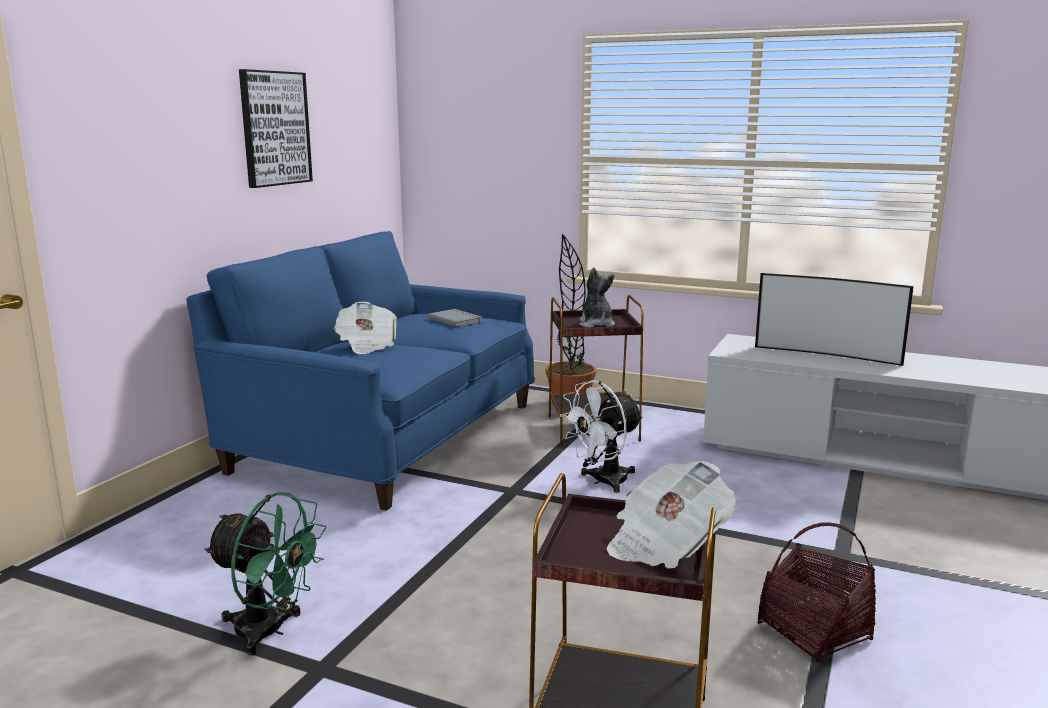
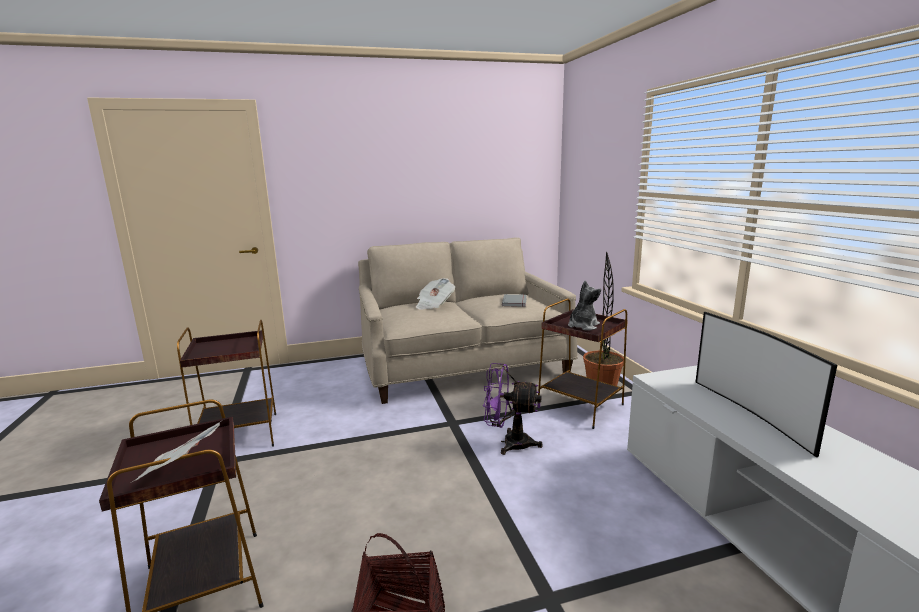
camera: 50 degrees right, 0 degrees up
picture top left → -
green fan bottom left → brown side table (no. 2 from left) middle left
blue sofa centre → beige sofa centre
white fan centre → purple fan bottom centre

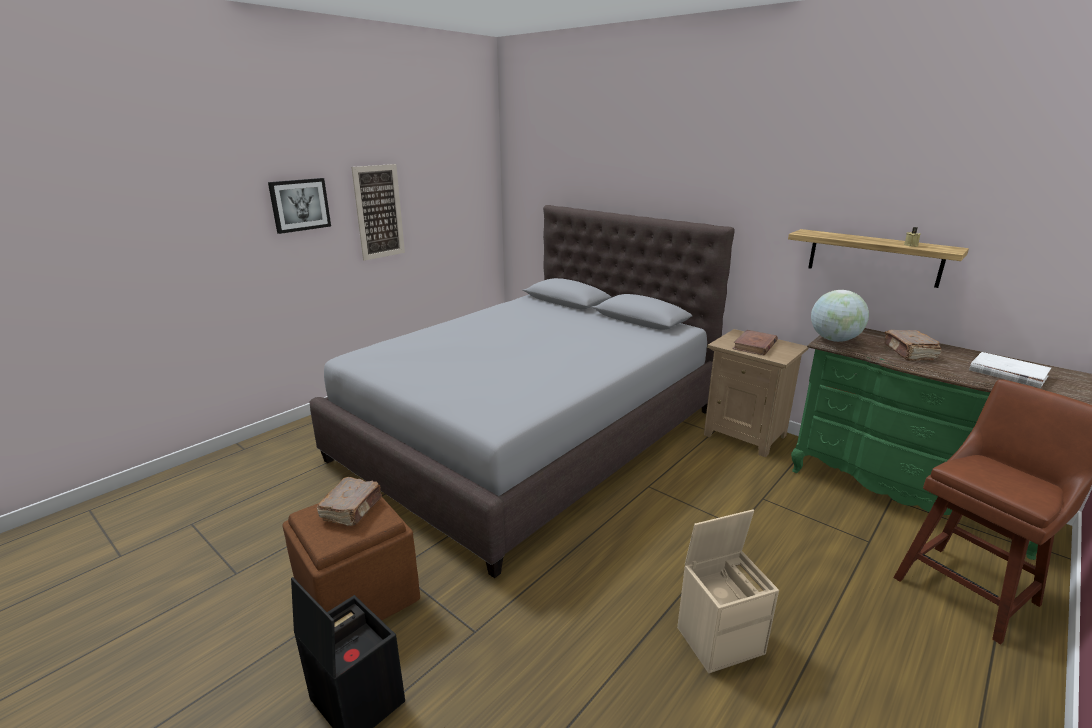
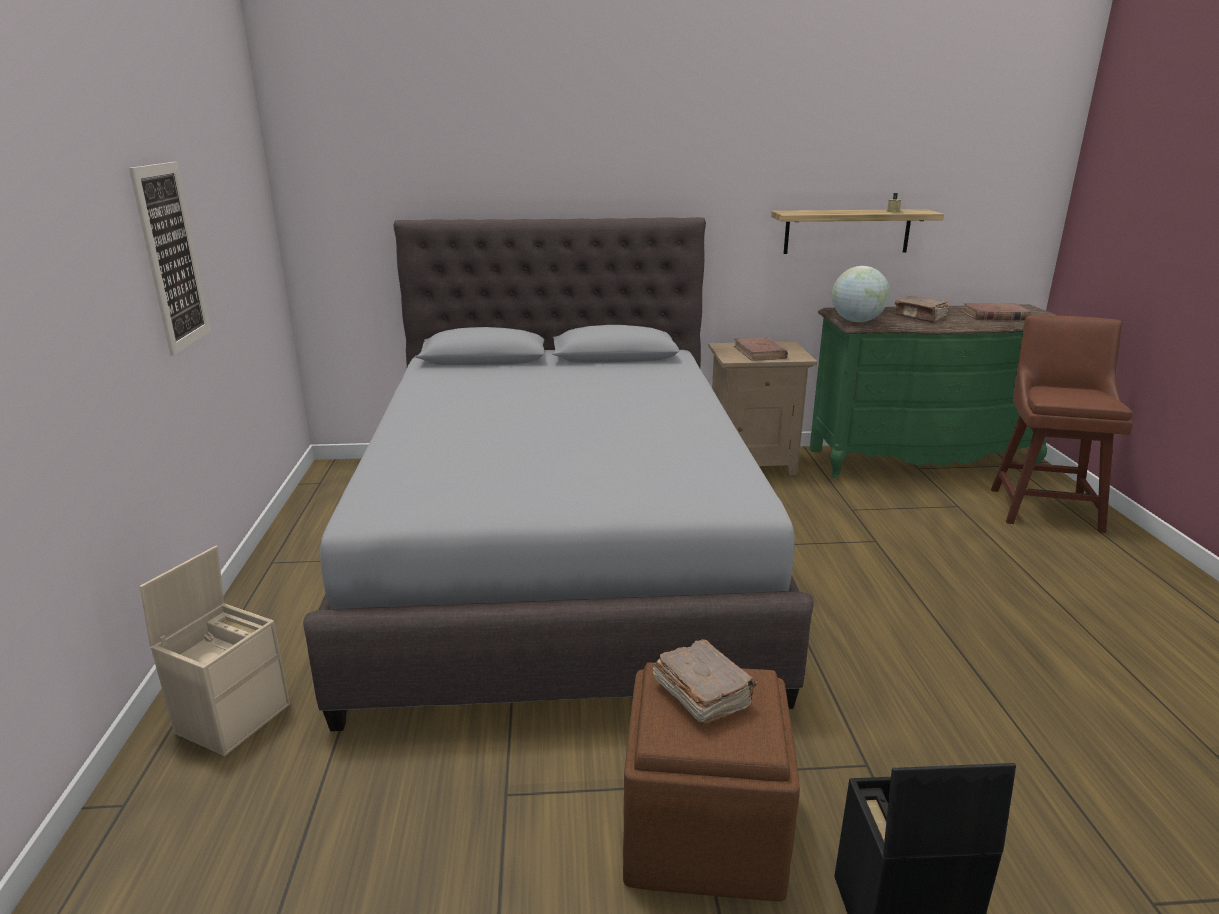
camera: 45 degrees left, 0 degrees up
picture (no. 1 from left) top left → -
beige storage box bottom right → beige storage box bottom left, shifted
white book middle right → brown book (no. 4 from left) middle right

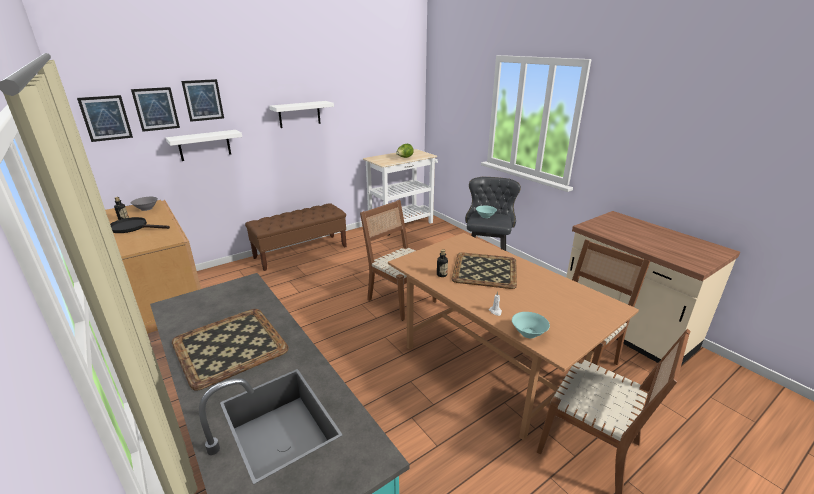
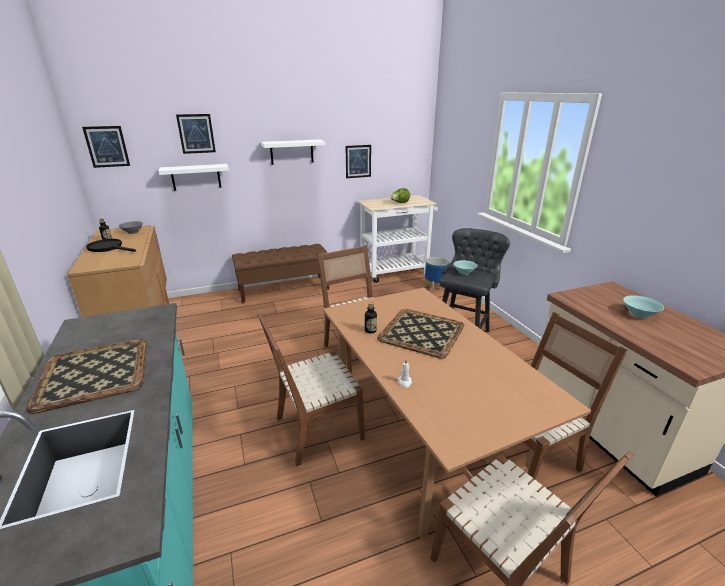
camera: 15 degrees right, 0 degrees up
- → chair (no. 1 from left) centre
- → planter centre
picture (no. 2 from left in the first image) top left → picture (no. 3 from left) top centre, shifted
turquoise bowl (no. 2 from left) centre → turquoise bowl (no. 2 from left) middle right, shifted

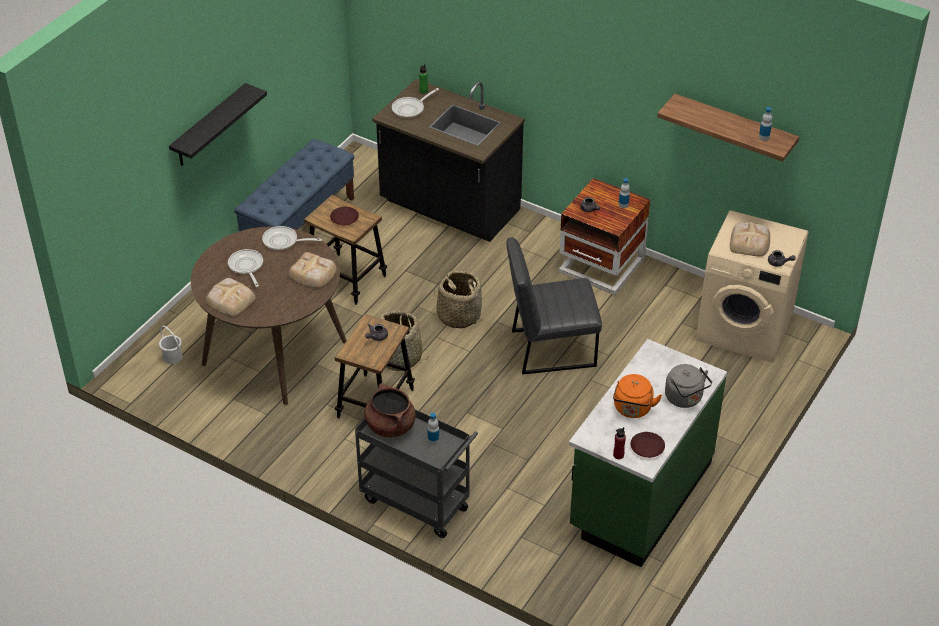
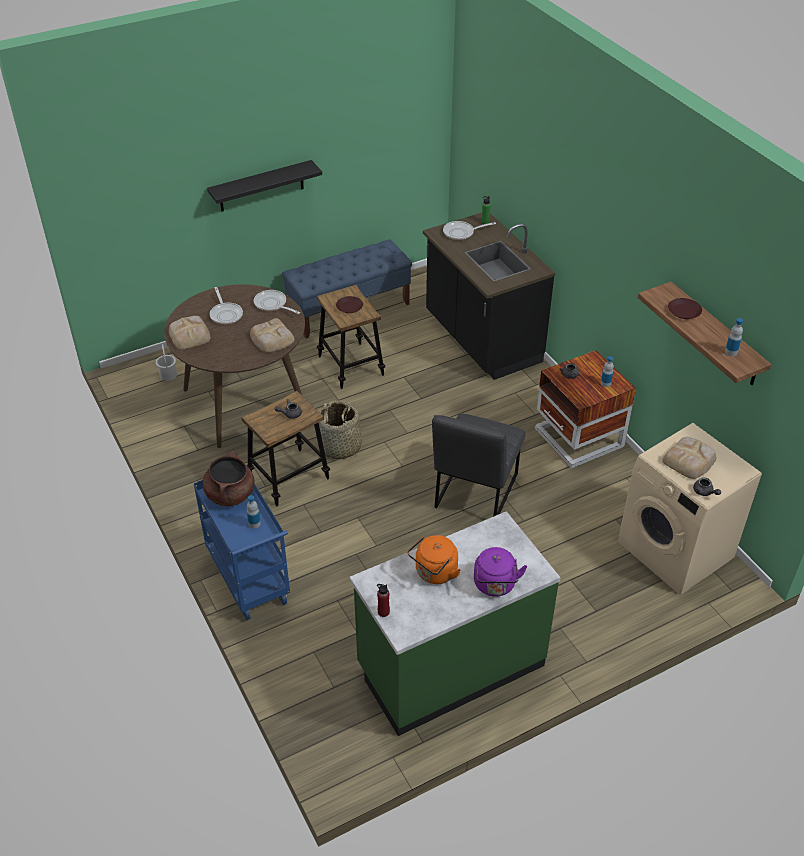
camera: 30 degrees right, 0 degrees up
basket (no. 2 from left) centre → -
brown plate (no. 2 from left) bottom right → brown plate (no. 2 from left) middle right, shifted
grey cart bottom centre → blue cart middle left
grey kettle middle right → purple kettle bottom centre
frying pan (no. 1 from left) middle left, 150 degrees clockwise
grey chair centre, 90 degrees counterclockwise

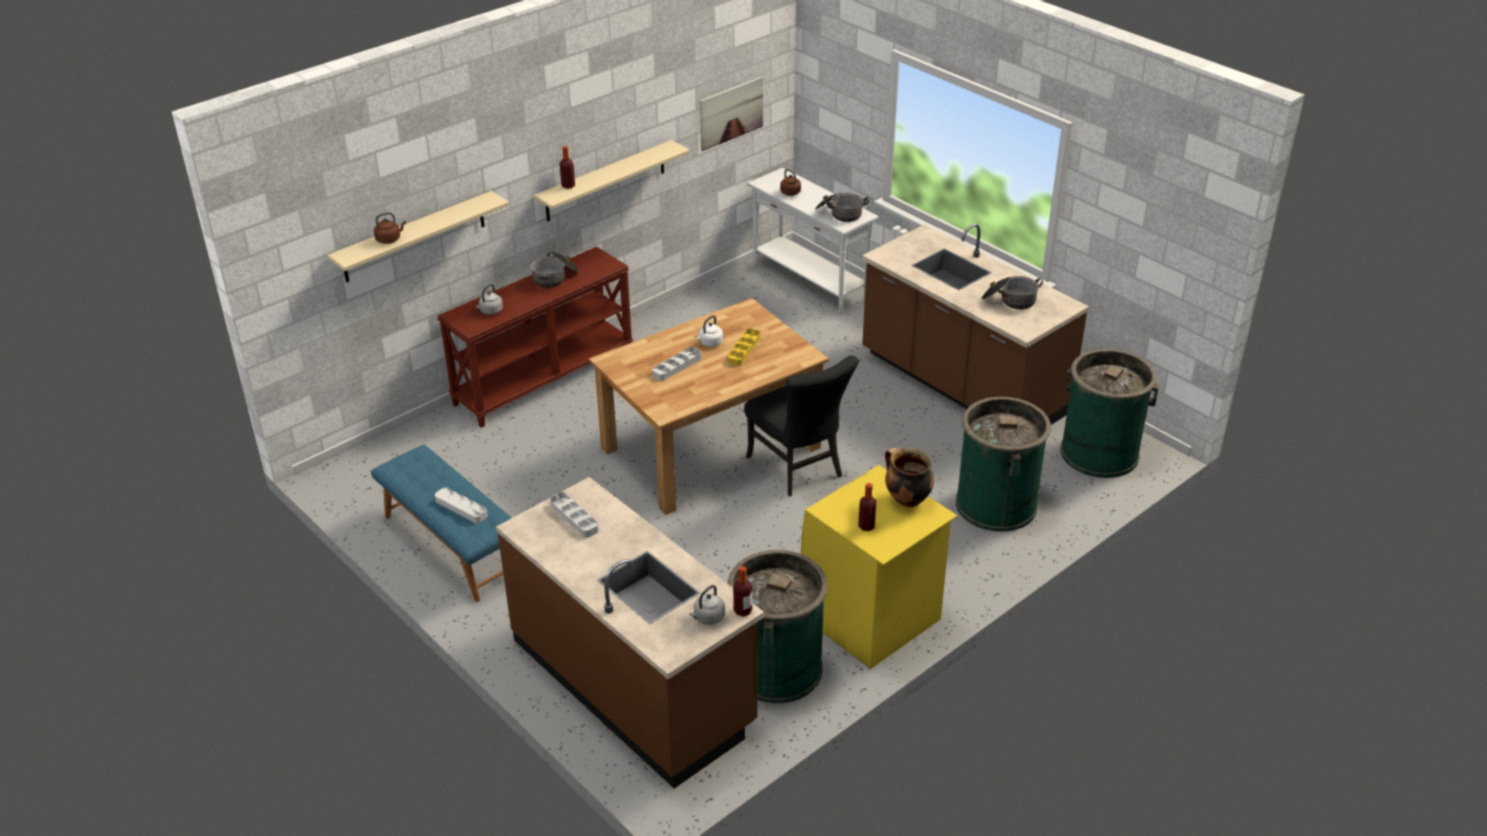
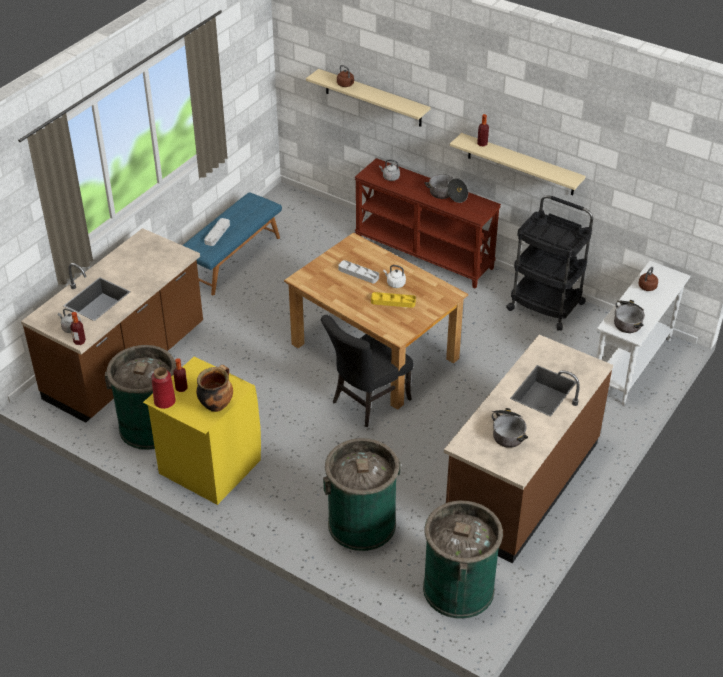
camera: 75 degrees right, 5 degrees up
grey tray (no. 2 from left) centre → -
picture top centre → -
- → red vase middle left
- → black cart middle right

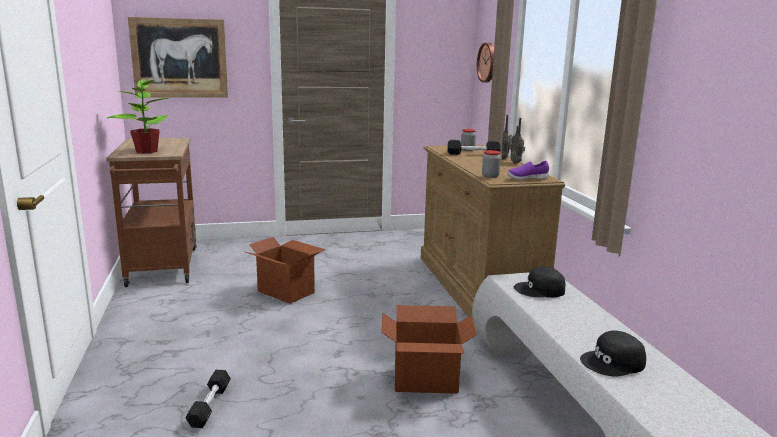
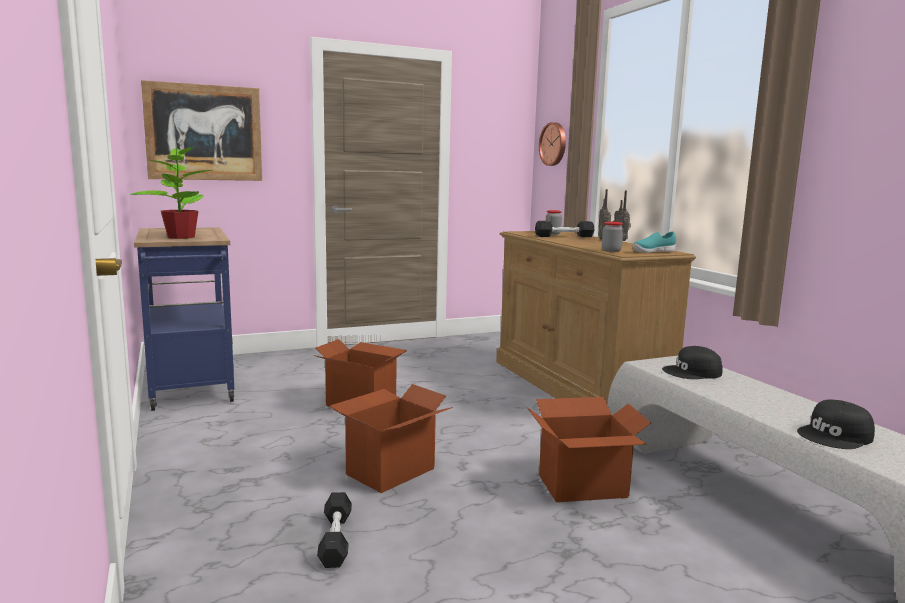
camera: 10 degrees left, 5 degrees down
- → cardboard box (no. 2 from left) bottom centre
brown cart middle left → blue cart middle left
purple shoe middle right → turquoise shoe middle right

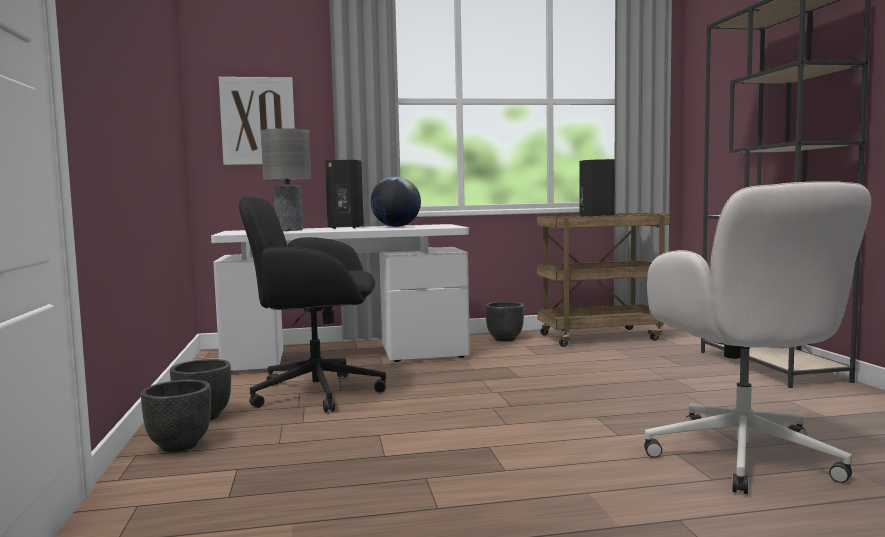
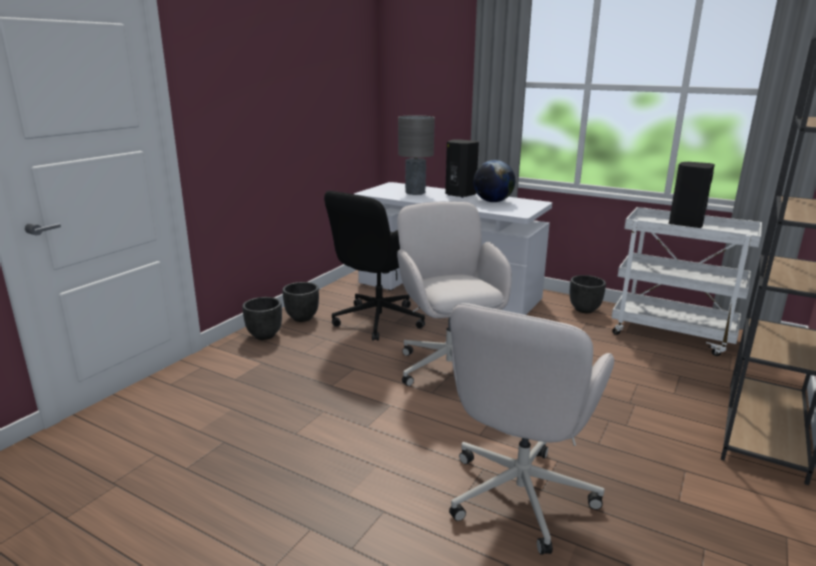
camera: 40 degrees right, 15 degrees up
picture top left → -
- → white office chair (no. 1 from left) centre
brown cart middle right → white cart middle right
black office chair centre, 90 degrees counterclockwise

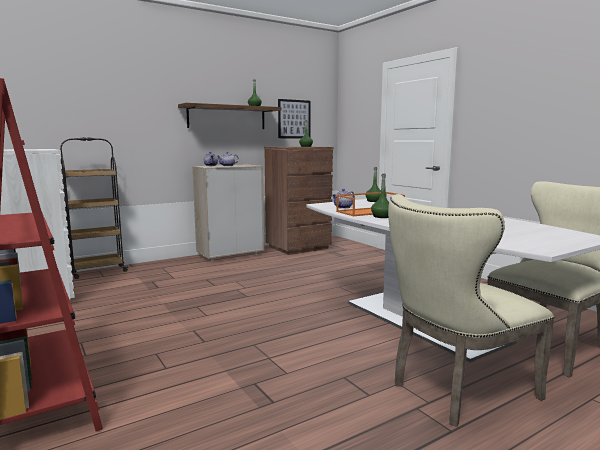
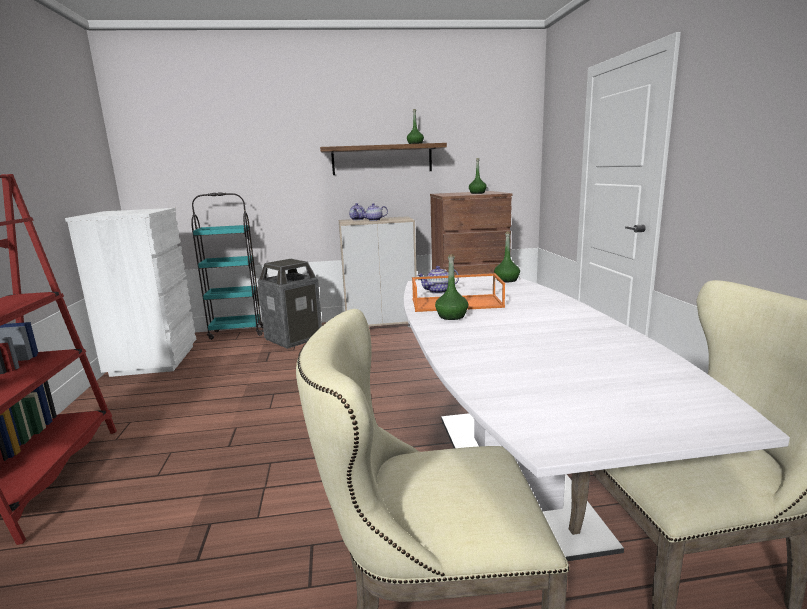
camera: 25 degrees right, 5 degrees up
picture top centre → -
- → trash can centre
brown cart middle left → turquoise cart middle left

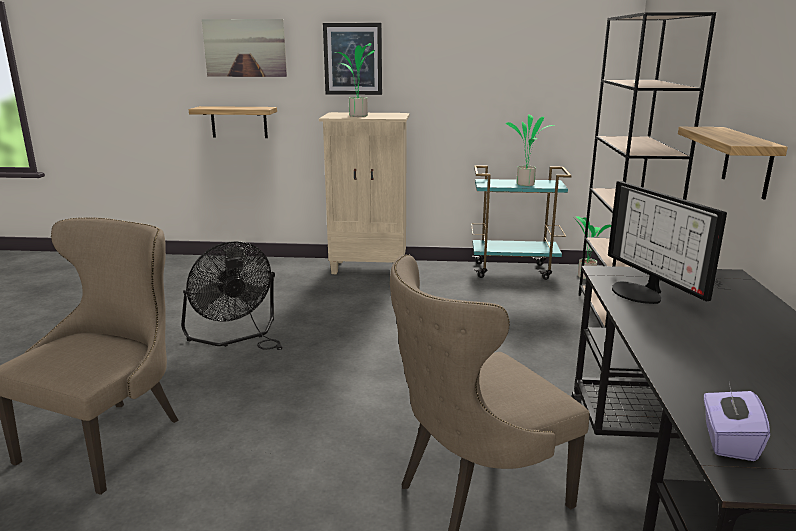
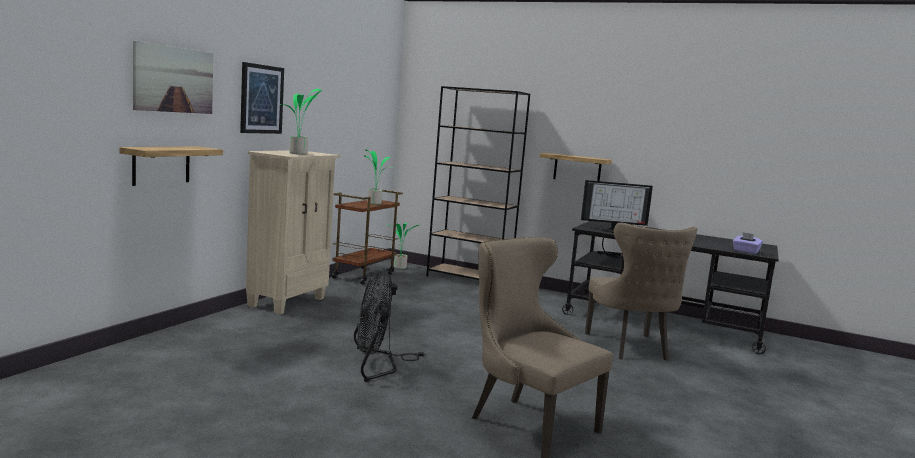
camera: 70 degrees left, 10 degrees down
turquoise cart centre → brown cart centre

